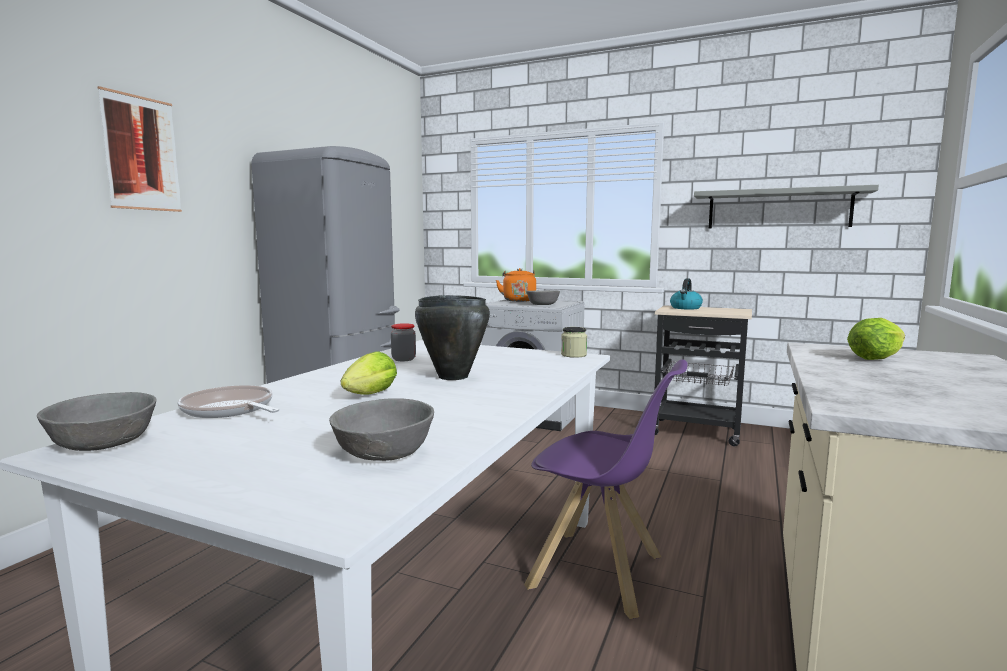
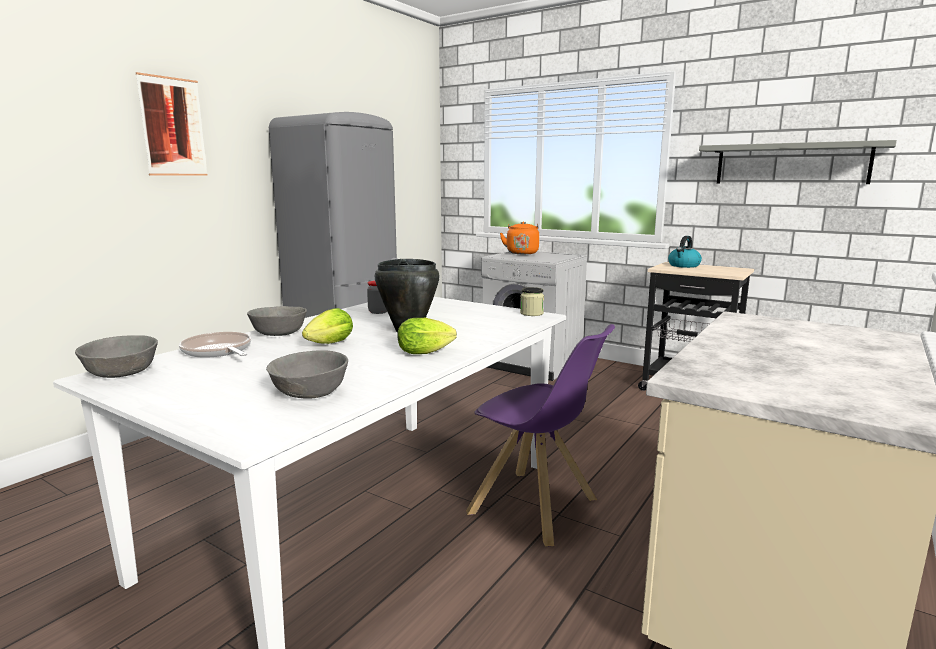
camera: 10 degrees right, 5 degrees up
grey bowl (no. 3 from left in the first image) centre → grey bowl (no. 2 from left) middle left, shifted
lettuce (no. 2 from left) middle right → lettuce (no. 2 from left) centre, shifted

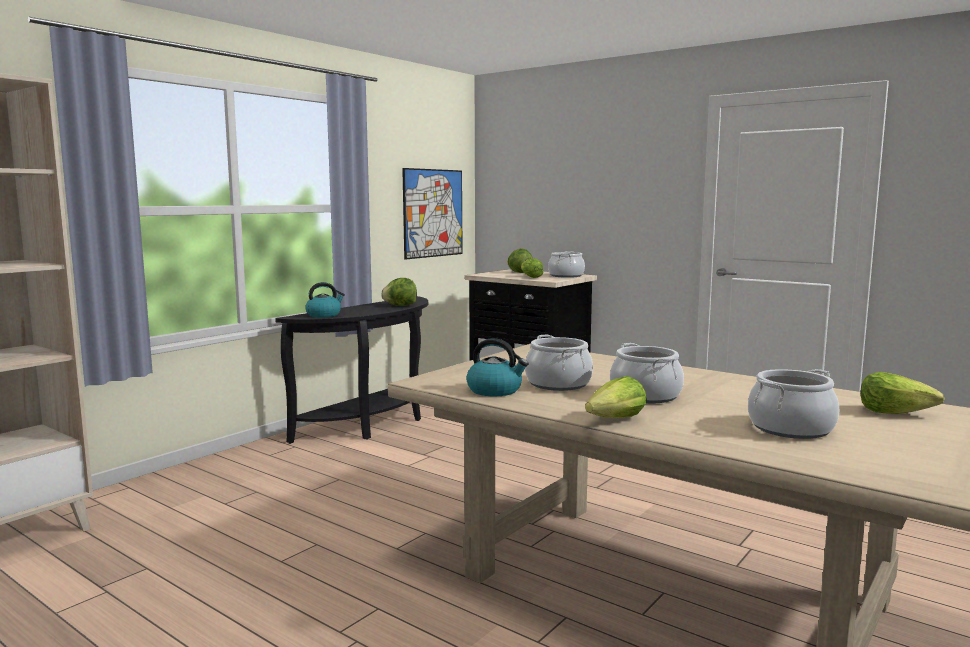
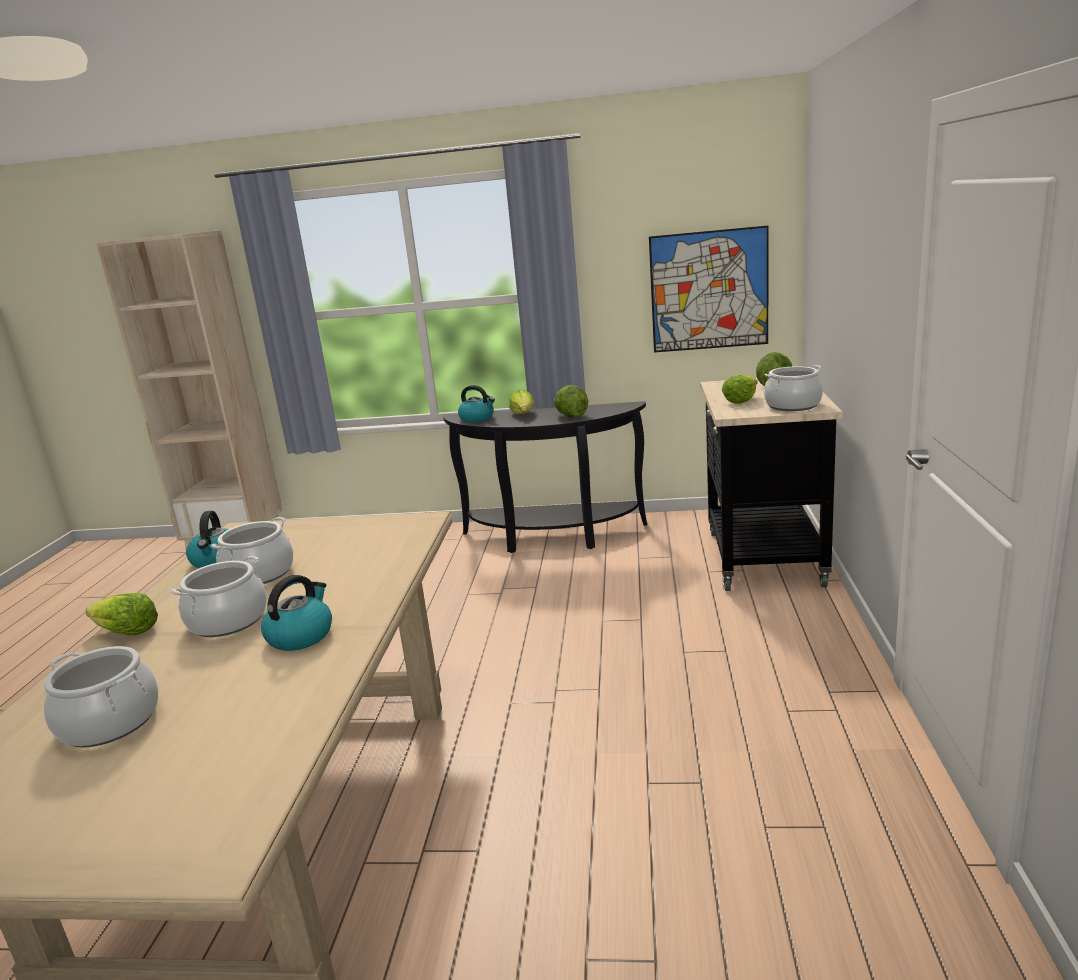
camera: 60 degrees right, 10 degrees up
- → kettle (no. 2 from left) middle left
lettuce (no. 5 from left in the first image) middle right → lettuce (no. 2 from left) centre, shifted

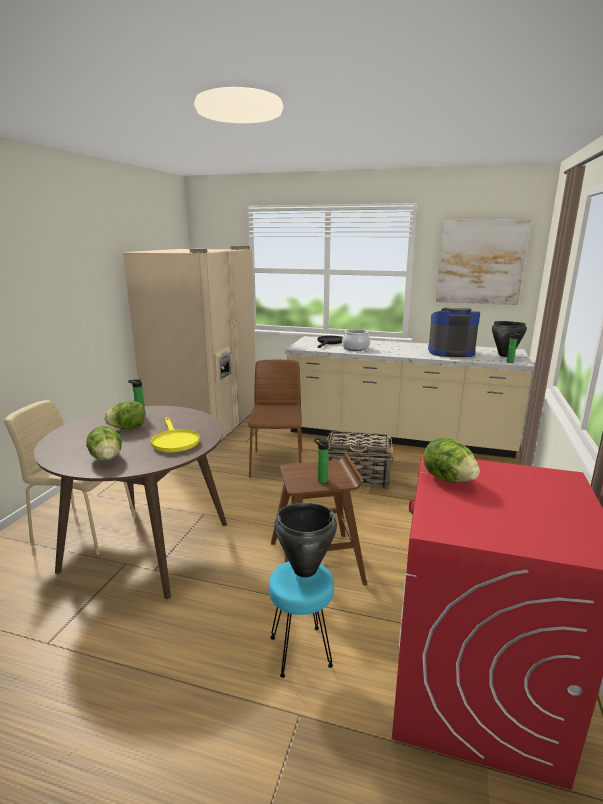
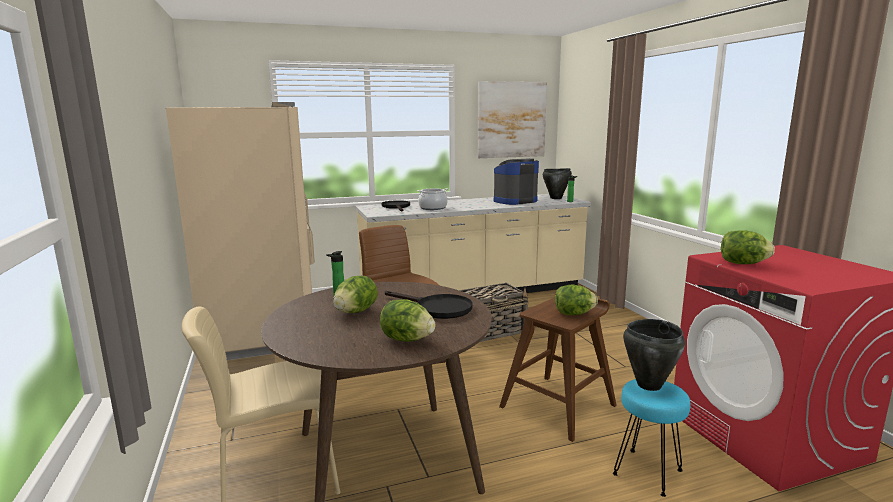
camera: 35 degrees left, 5 degrees down
bottle (no. 2 from left) centre → lettuce (no. 3 from left) centre
yellow frying pan middle left → black frying pan (no. 2 from left) centre

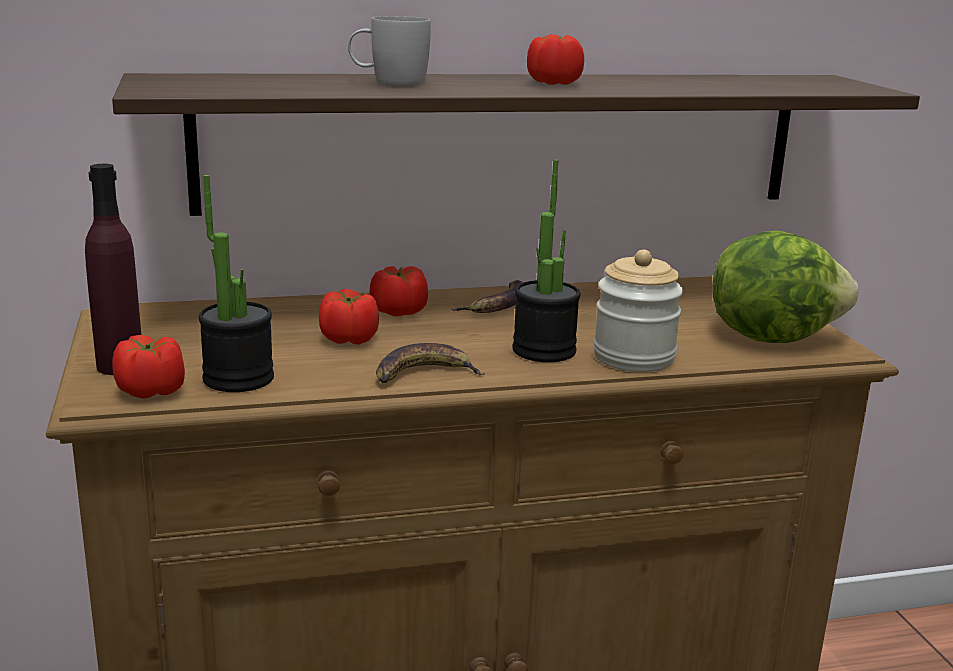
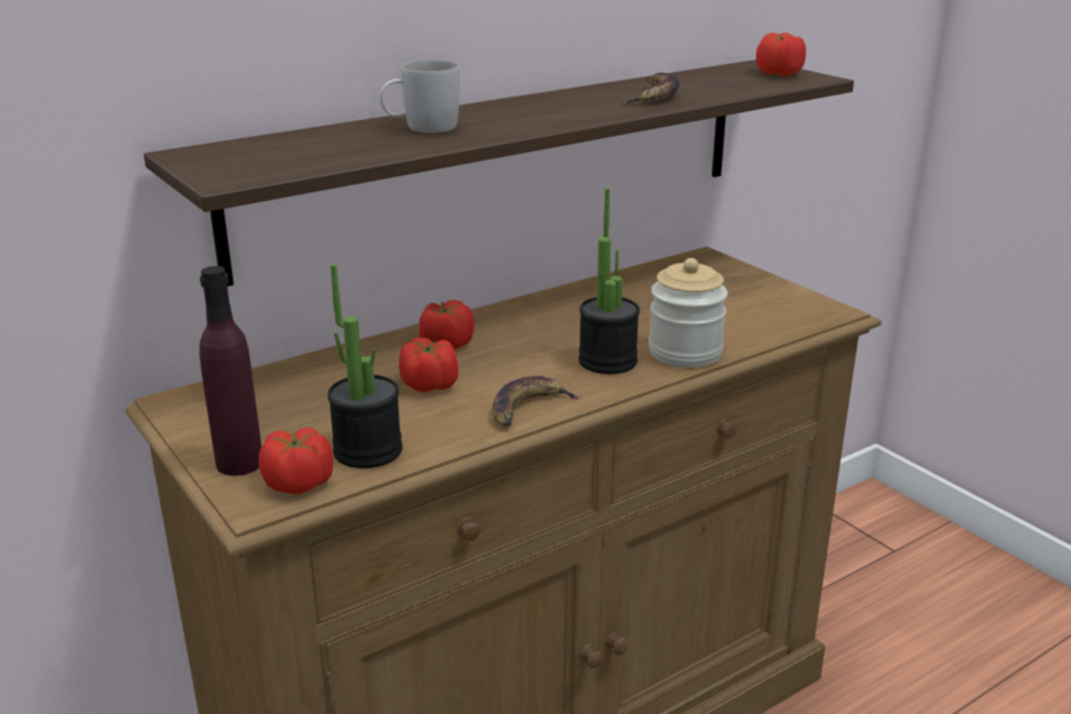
camera: 20 degrees left, 5 degrees up
lettuce middle right → -
banana (no. 2 from left) centre → banana (no. 2 from left) top centre, shifted
tomato (no. 4 from left) top centre → tomato (no. 4 from left) top right, shifted

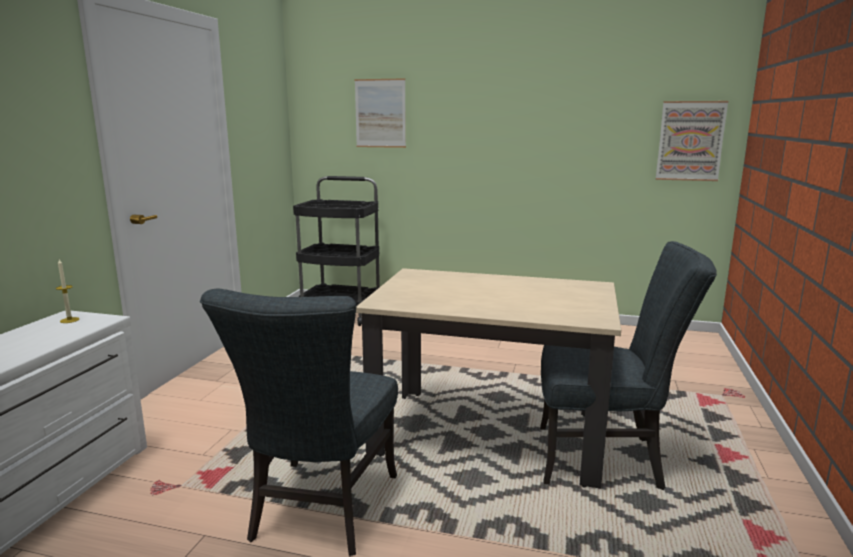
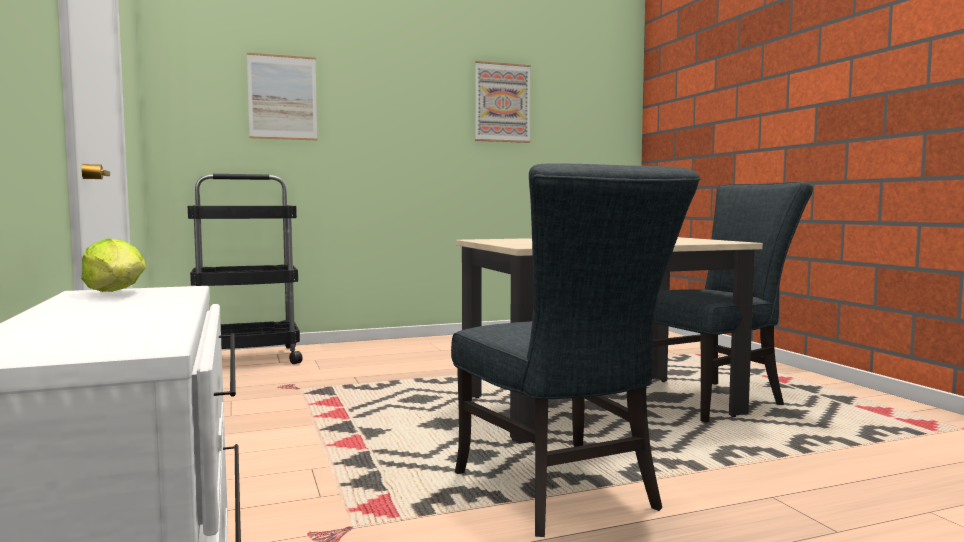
camera: 35 degrees left, 10 degrees down
picture (no. 2 from left) top right → picture (no. 2 from left) top centre, shifted
candle middle left → lettuce middle left

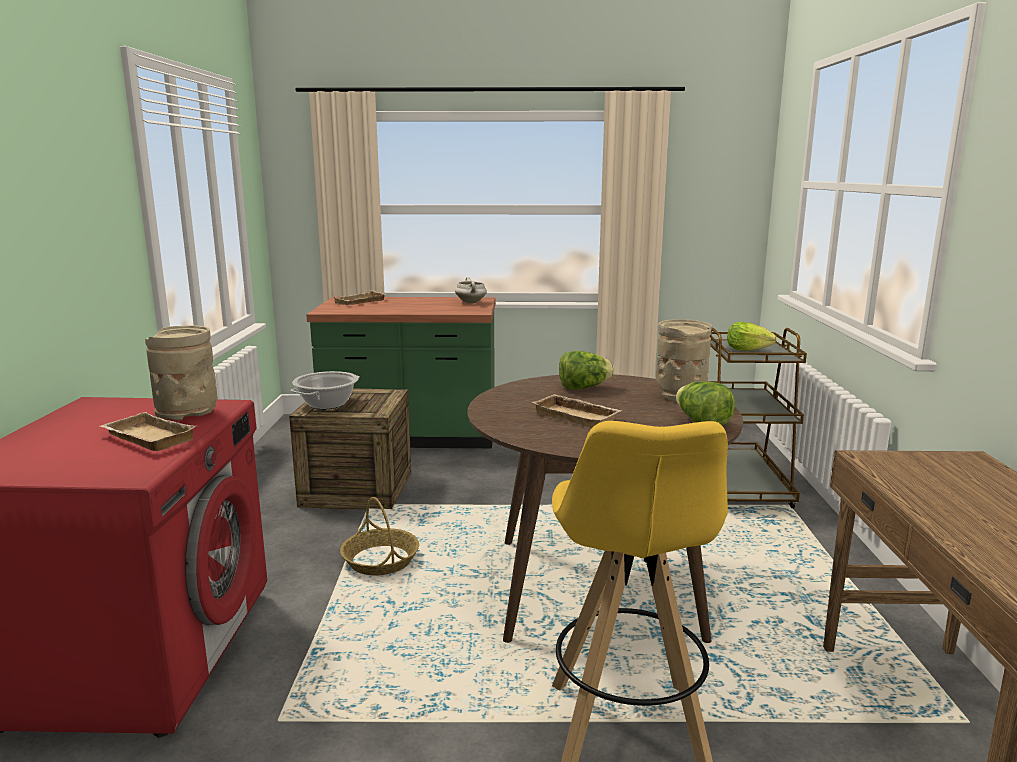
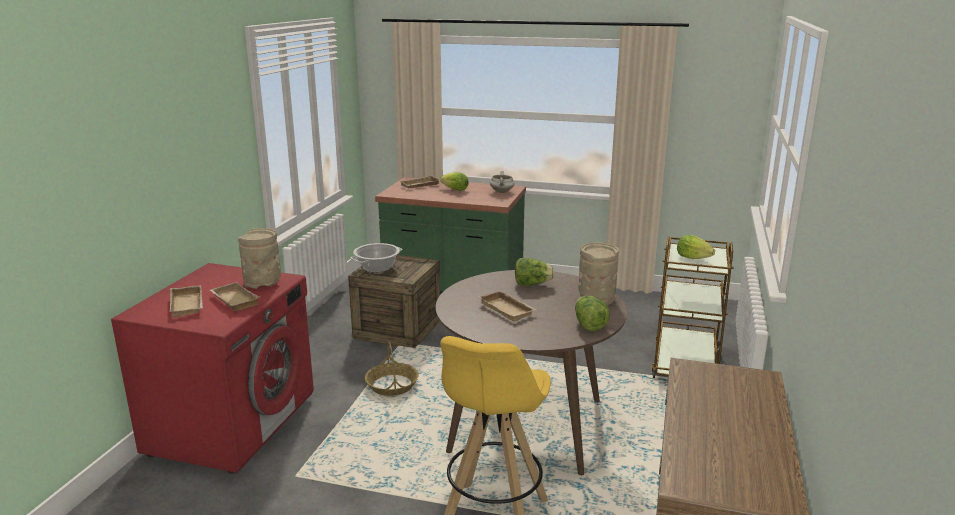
camera: 15 degrees right, 5 degrees up
- → beige tray (no. 1 from left) middle left
- → lettuce (no. 1 from left) centre

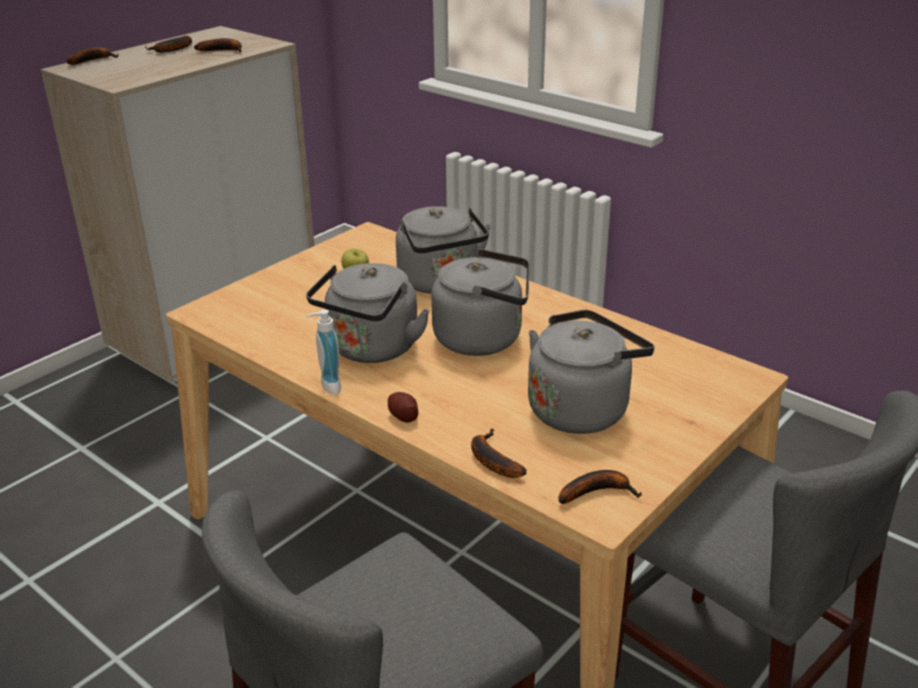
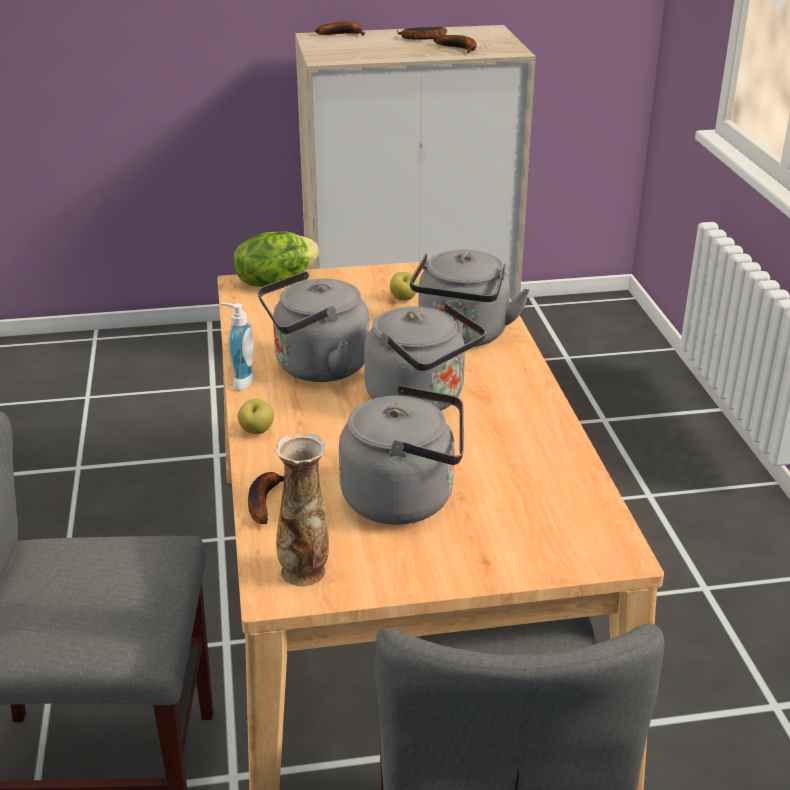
camera: 40 degrees right, 0 degrees up
- → lettuce top centre
potato centre → apple (no. 1 from left) middle left
banana (no. 5 from left) bottom centre → vase centre

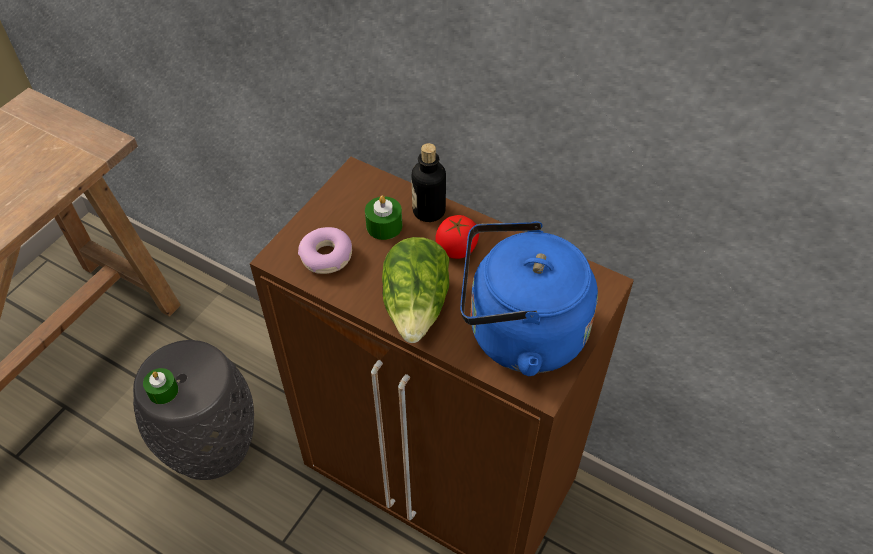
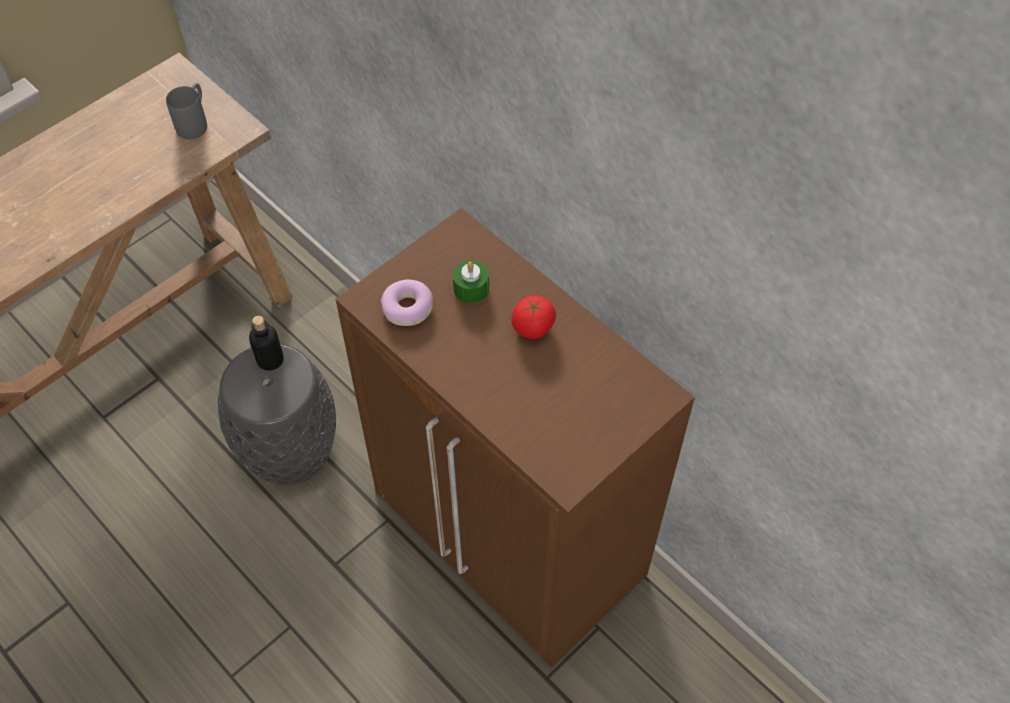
camera: 15 degrees right, 5 degrees up
green candle (no. 1 from left) bottom left → -
lettuce centre → -
blue kettle centre → -
- → grey mug top left
bottle top centre → bottle middle left, shifted

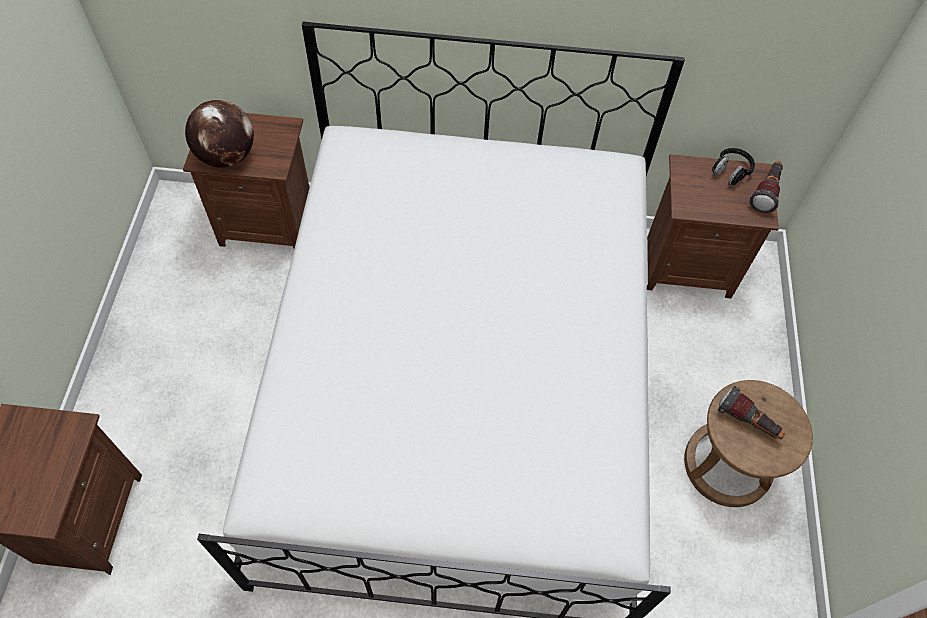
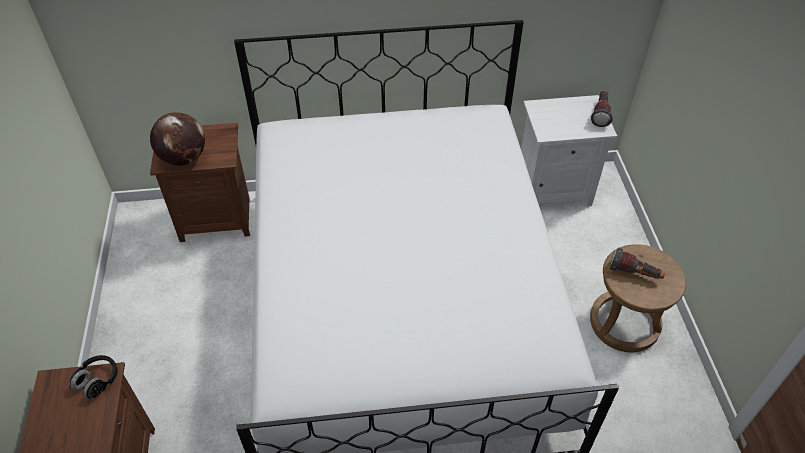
camera: 10 degrees left, 10 degrees down
black headphones top right → black headphones bottom left, shifted
brown nightstand (no. 3 from left) middle right → white nightstand top right

